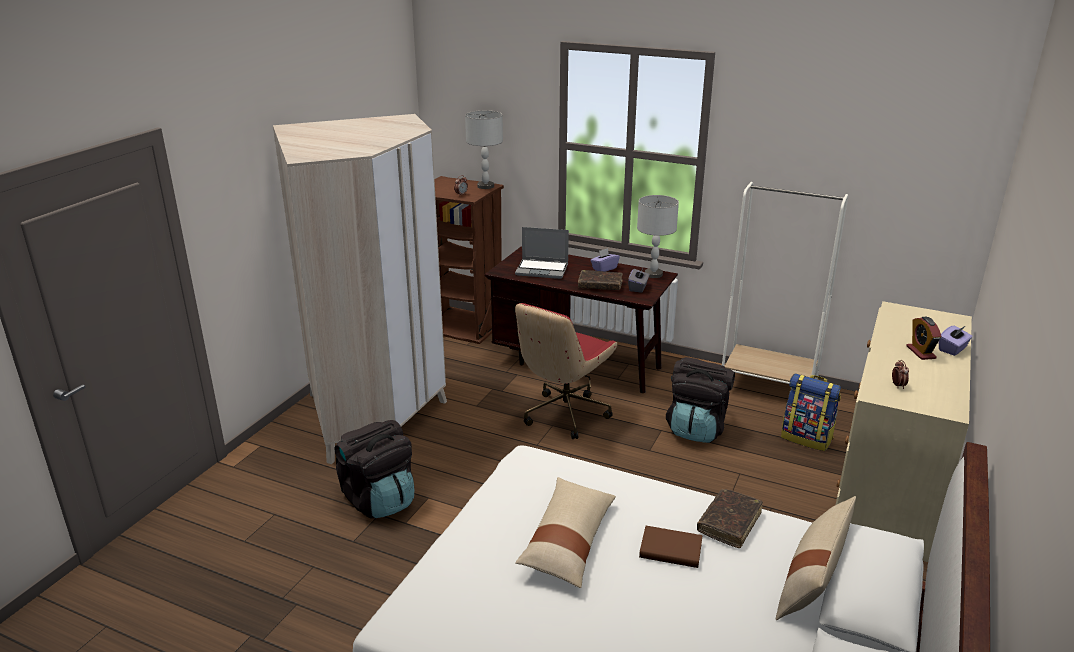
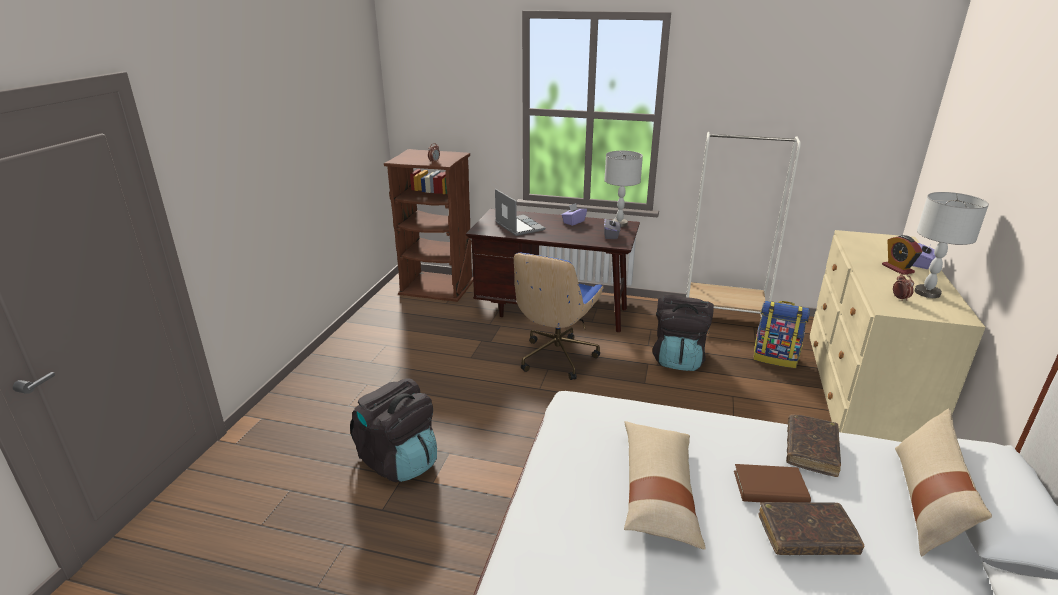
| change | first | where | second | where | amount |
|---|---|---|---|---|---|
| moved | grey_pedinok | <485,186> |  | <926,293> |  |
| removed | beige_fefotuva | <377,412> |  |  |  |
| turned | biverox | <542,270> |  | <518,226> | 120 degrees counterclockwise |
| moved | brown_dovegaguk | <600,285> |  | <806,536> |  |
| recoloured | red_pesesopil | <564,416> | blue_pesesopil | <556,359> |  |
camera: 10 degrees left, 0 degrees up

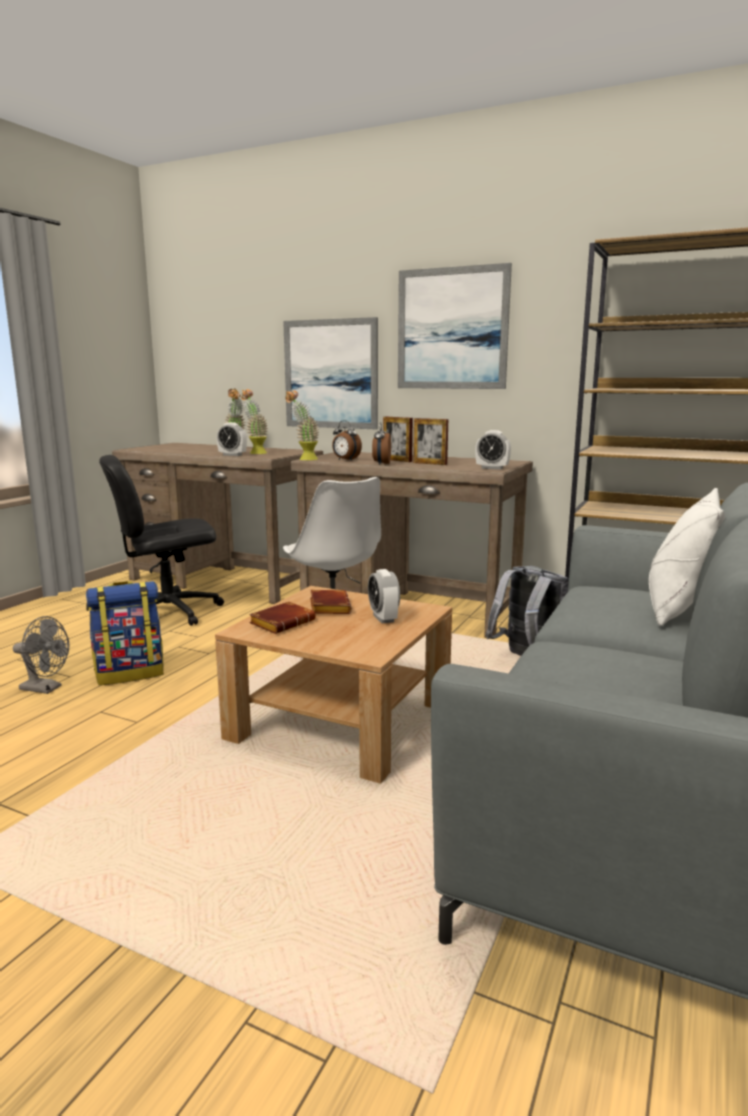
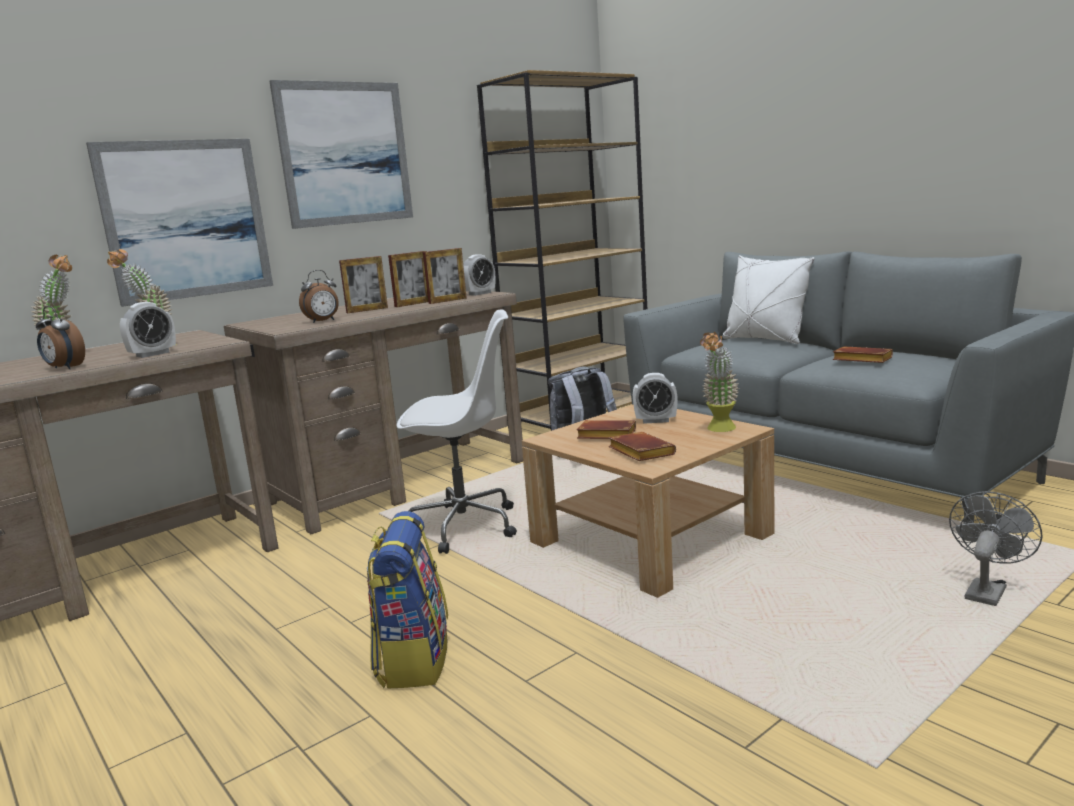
| change | first | where | second | where | amount |
|---|---|---|---|---|---|
| moved | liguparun | <303,459> |  | <719,430> |  |
| moved | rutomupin | <381,463> |  | <64,368> |  |
| removed | black_pesesopil | <168,611> |  |  |  |
| moved | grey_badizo | <46,688> |  | <986,590> |  |
| added |  |  | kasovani | <447,301> |  |
| added |  |  | brown_dovegaguk | <860,360> |  |
camera: 65 degrees left, 0 degrees up

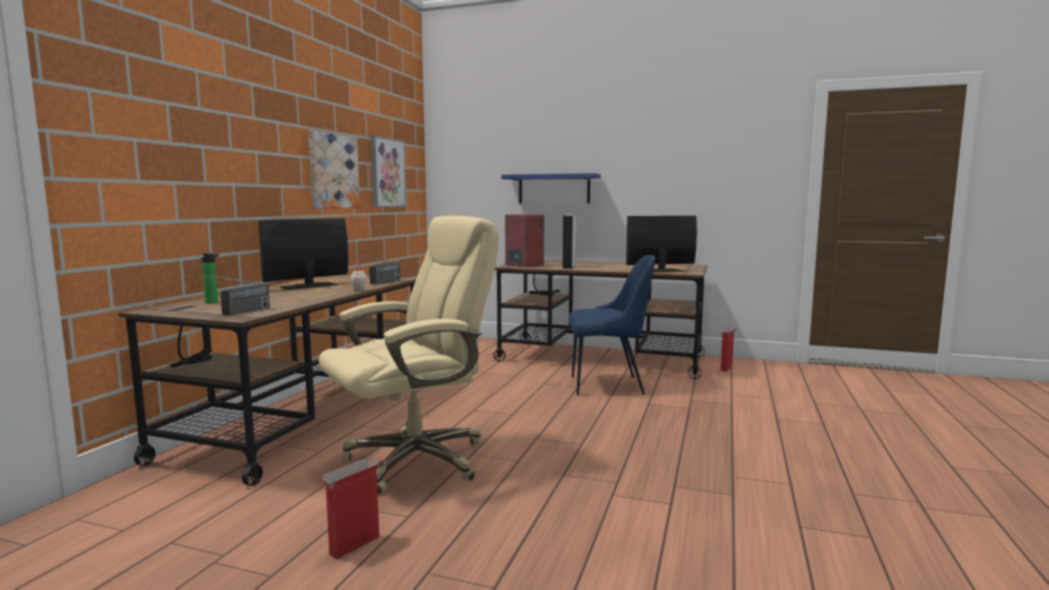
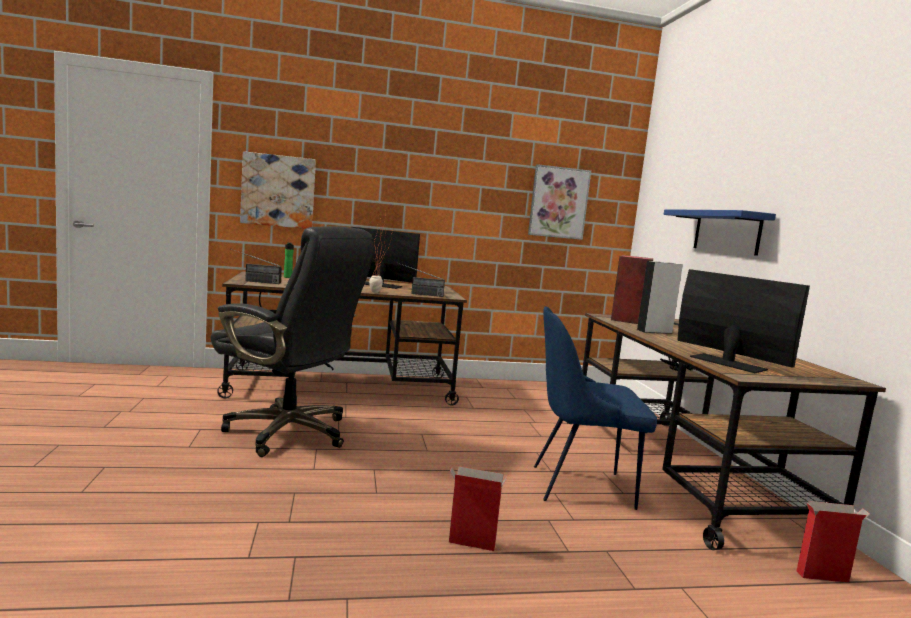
| change | first | where | second | where | amount |
|---|---|---|---|---|---|
| moved | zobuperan | <333,171> |  | <278,191> |  |
| recoloured | beige_pesesopil | <413,462> | black_pesesopil | <285,431> |  |
| turned | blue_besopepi | <607,385> |  | <581,487> | 120 degrees clockwise |
| moved | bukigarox | <354,546> |  | <470,543> |  |
camera: 60 degrees right, 0 degrees up

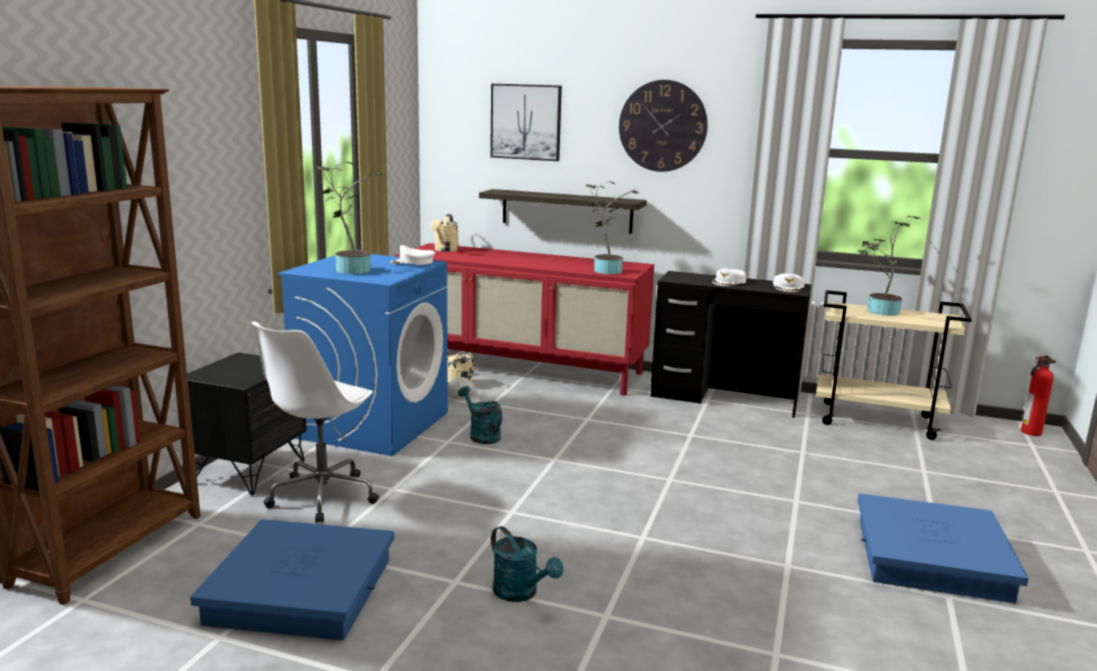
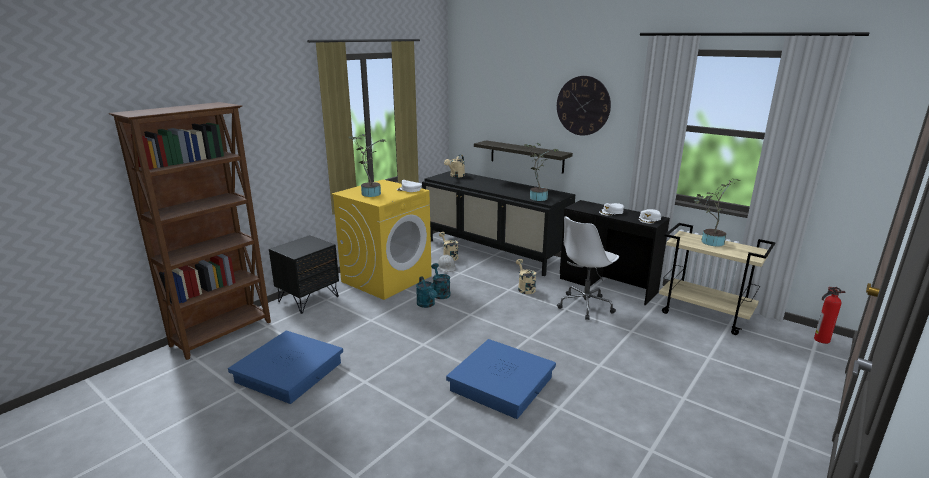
| change | first | where | second | where | amount |
|---|---|---|---|---|---|
| removed | zobuperan | <526,122> |  |  |  |
| recoloured | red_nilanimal | <520,369> | black_nilanimal | <493,251> |  |
| recoloured | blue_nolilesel | <372,424> | yellow_nolilesel | <387,278> |  |
| moved | white_pesesopil | <321,498> |  | <584,307> |  |
| moved | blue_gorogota | <931,559> |  | <501,384> |  |
| moved | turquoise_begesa | <521,593> |  | <427,305> |  |
| added |  |  | beige_begesa | <525,288> |  |
camera: 20 degrees right, 5 degrees up

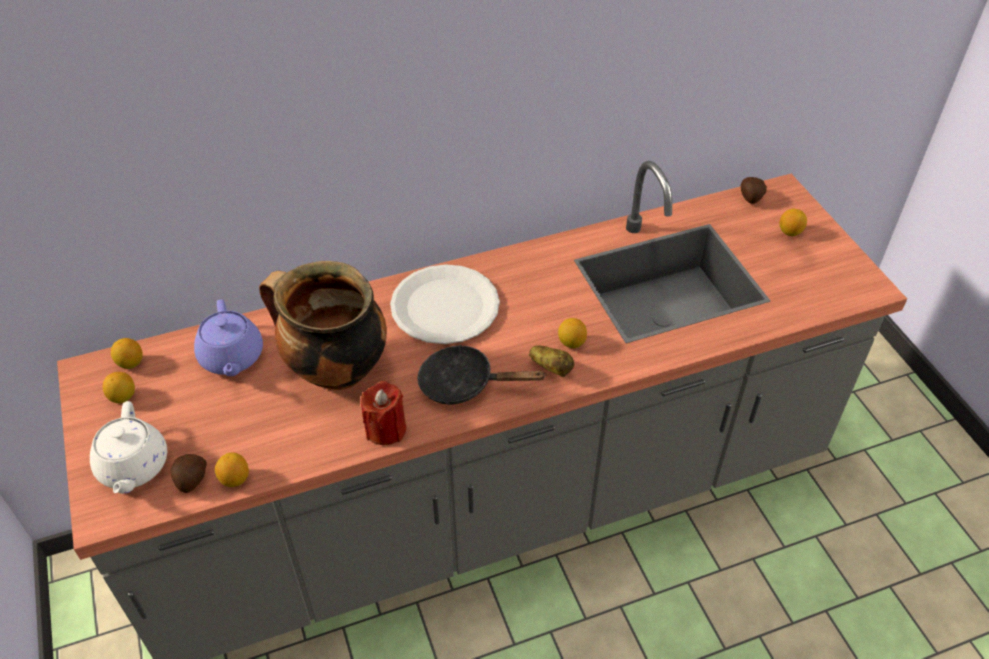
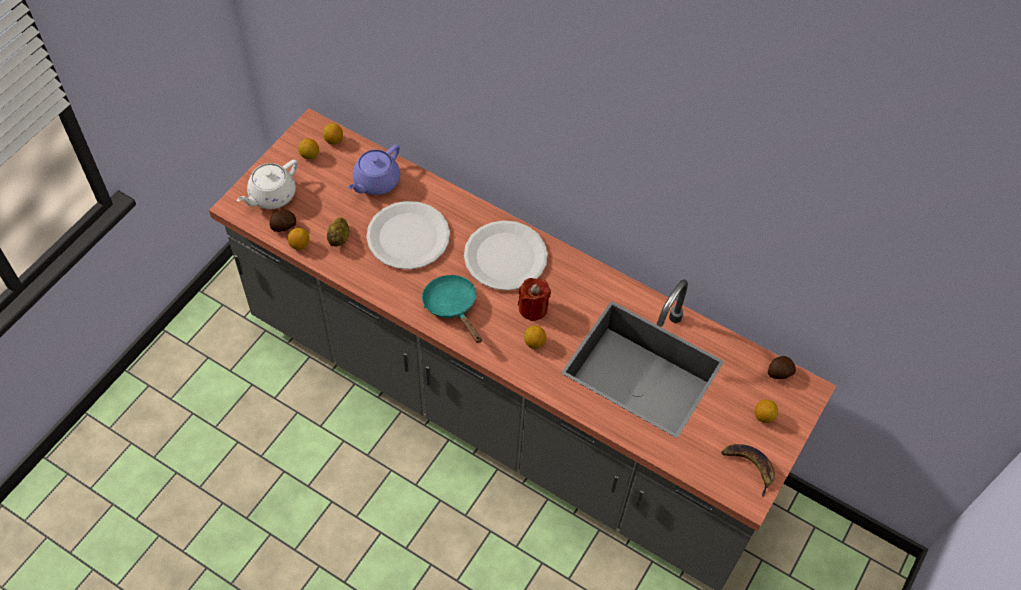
| change | first | where | second | where | amount |
|---|---|---|---|---|---|
| replaced | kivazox | <334,371> | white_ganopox | <408,236> |  |
| recoloured | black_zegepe | <464,384> | turquoise_zegepe | <452,306> |  |
| moved | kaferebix | <551,368> |  | <339,238> |  |
| moved | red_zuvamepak | <385,429> |  | <533,308> |  |
| added |  |  | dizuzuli | <749,467> |  |
camera: 50 degrees right, 10 degrees up

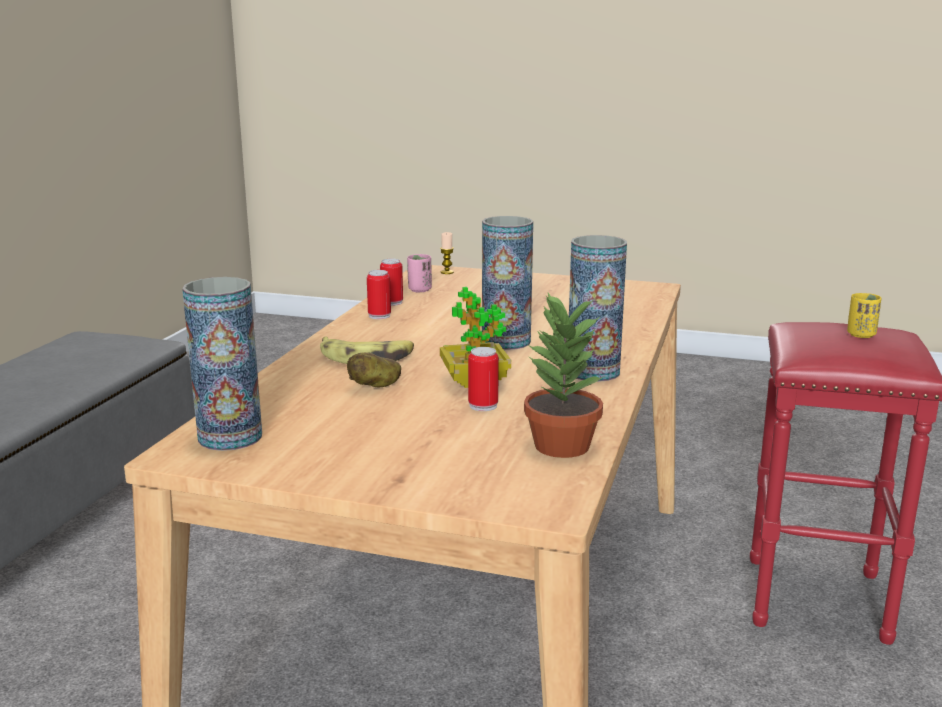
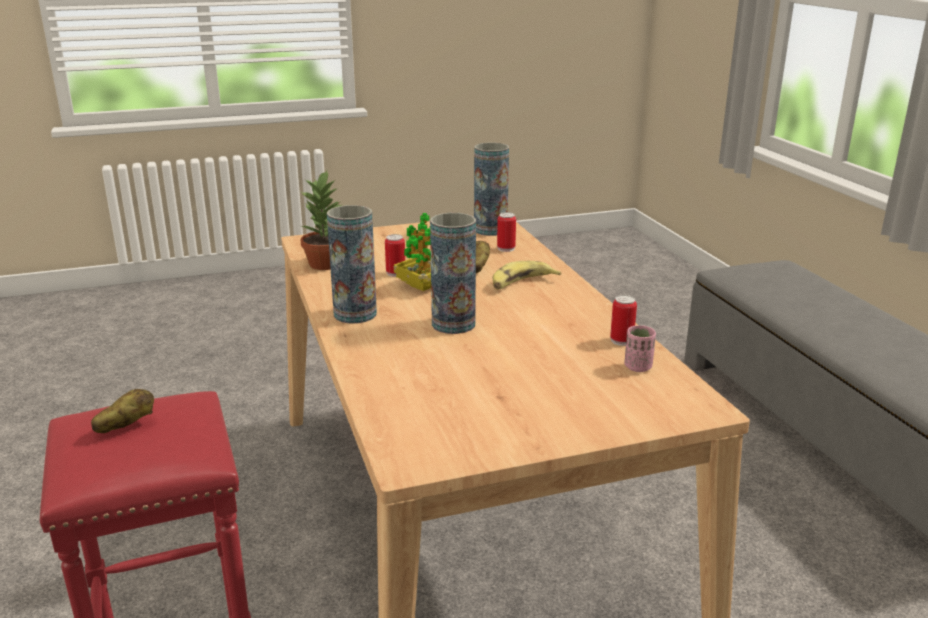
| change | first | where | second | where | amount |
|---|---|---|---|---|---|
| removed | zuvamepak | <447,272> |  |  |  |
| moved | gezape | <379,316> |  | <506,248> |  |
| replaced | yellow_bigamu | <861,335> | kaferebix | <126,426> |  |
camera: 145 degrees right, 5 degrees up

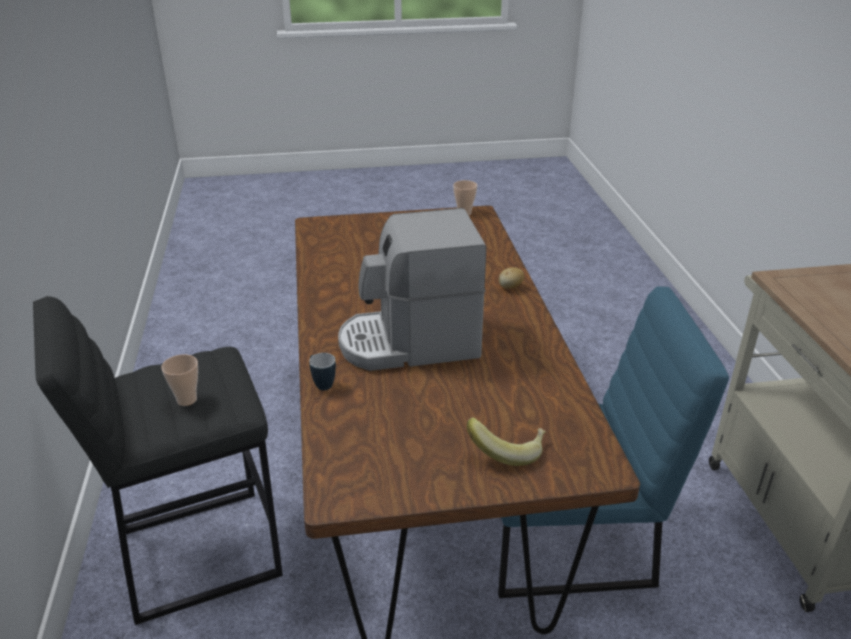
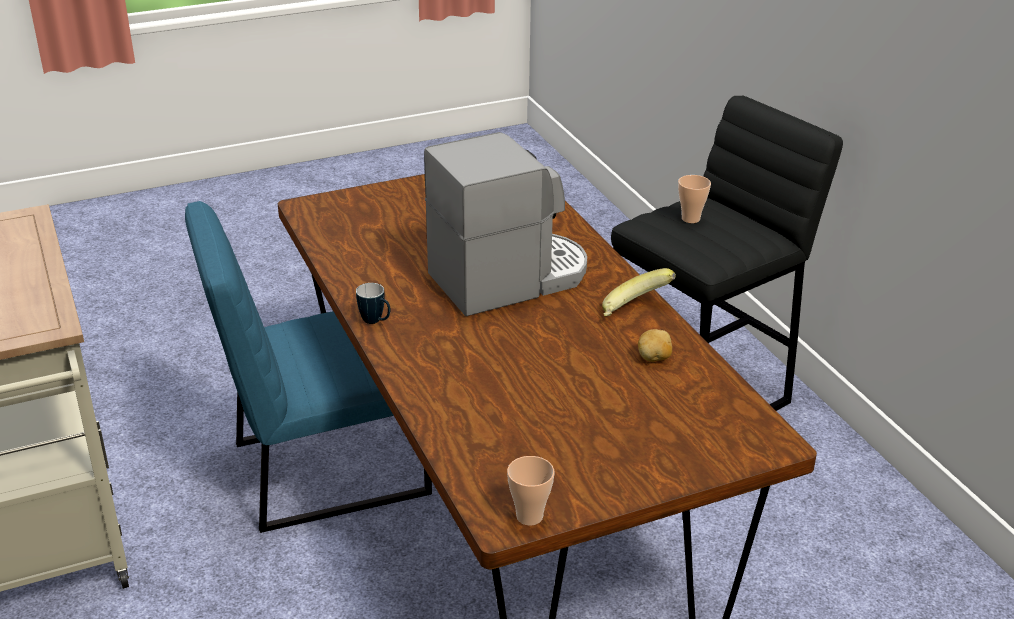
| change | first | where | second | where | amount |
|---|---|---|---|---|---|
| moved | kaferebix | <510,287> |  | <654,358> |  |
| moved | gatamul | <321,384> |  | <376,322> |  |
| moved | dizuzuli | <507,451> |  | <635,312> |  |
camera: 165 degrees right, 0 degrees up

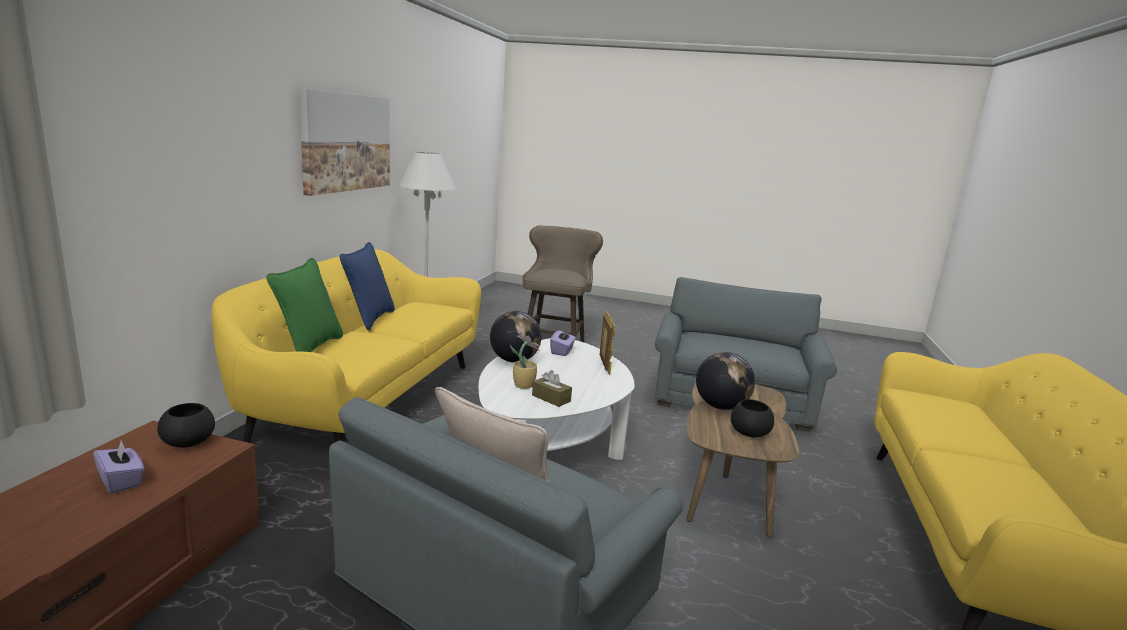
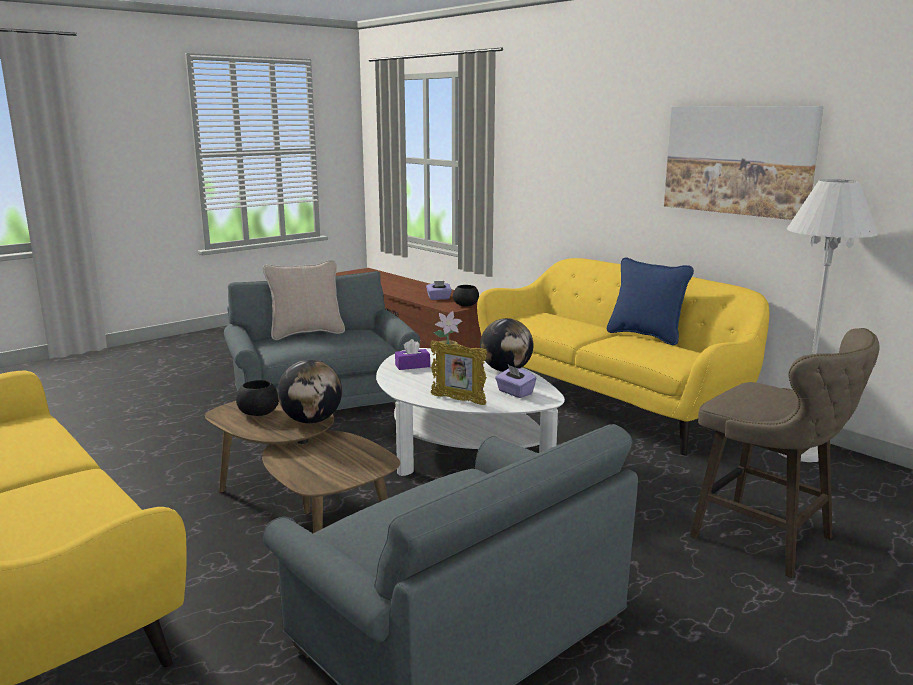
| change | first | where | second | where | amount |
|---|---|---|---|---|---|
| removed | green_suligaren | <309,347> |  |  |  |
| recoloured | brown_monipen | <551,398> | purple_monipen | <412,366> |  |
camera: 125 degrees right, 0 degrees up

